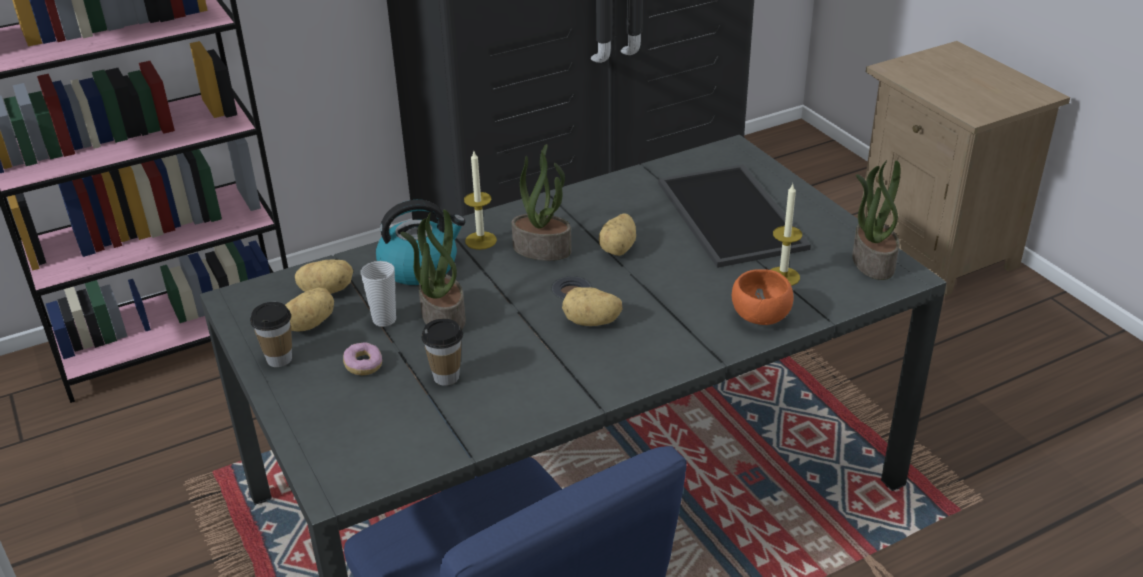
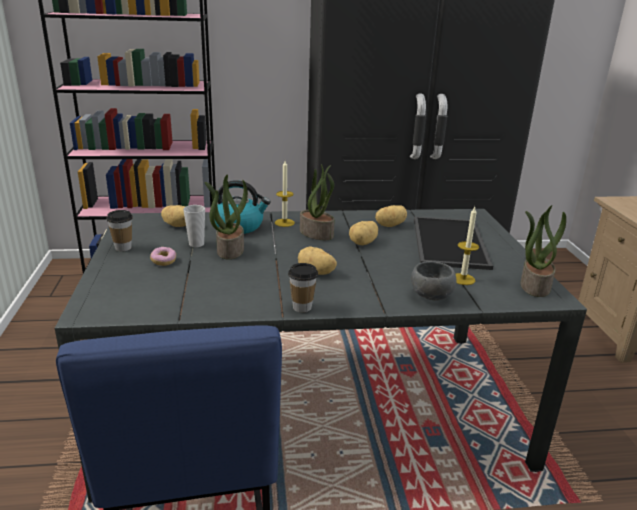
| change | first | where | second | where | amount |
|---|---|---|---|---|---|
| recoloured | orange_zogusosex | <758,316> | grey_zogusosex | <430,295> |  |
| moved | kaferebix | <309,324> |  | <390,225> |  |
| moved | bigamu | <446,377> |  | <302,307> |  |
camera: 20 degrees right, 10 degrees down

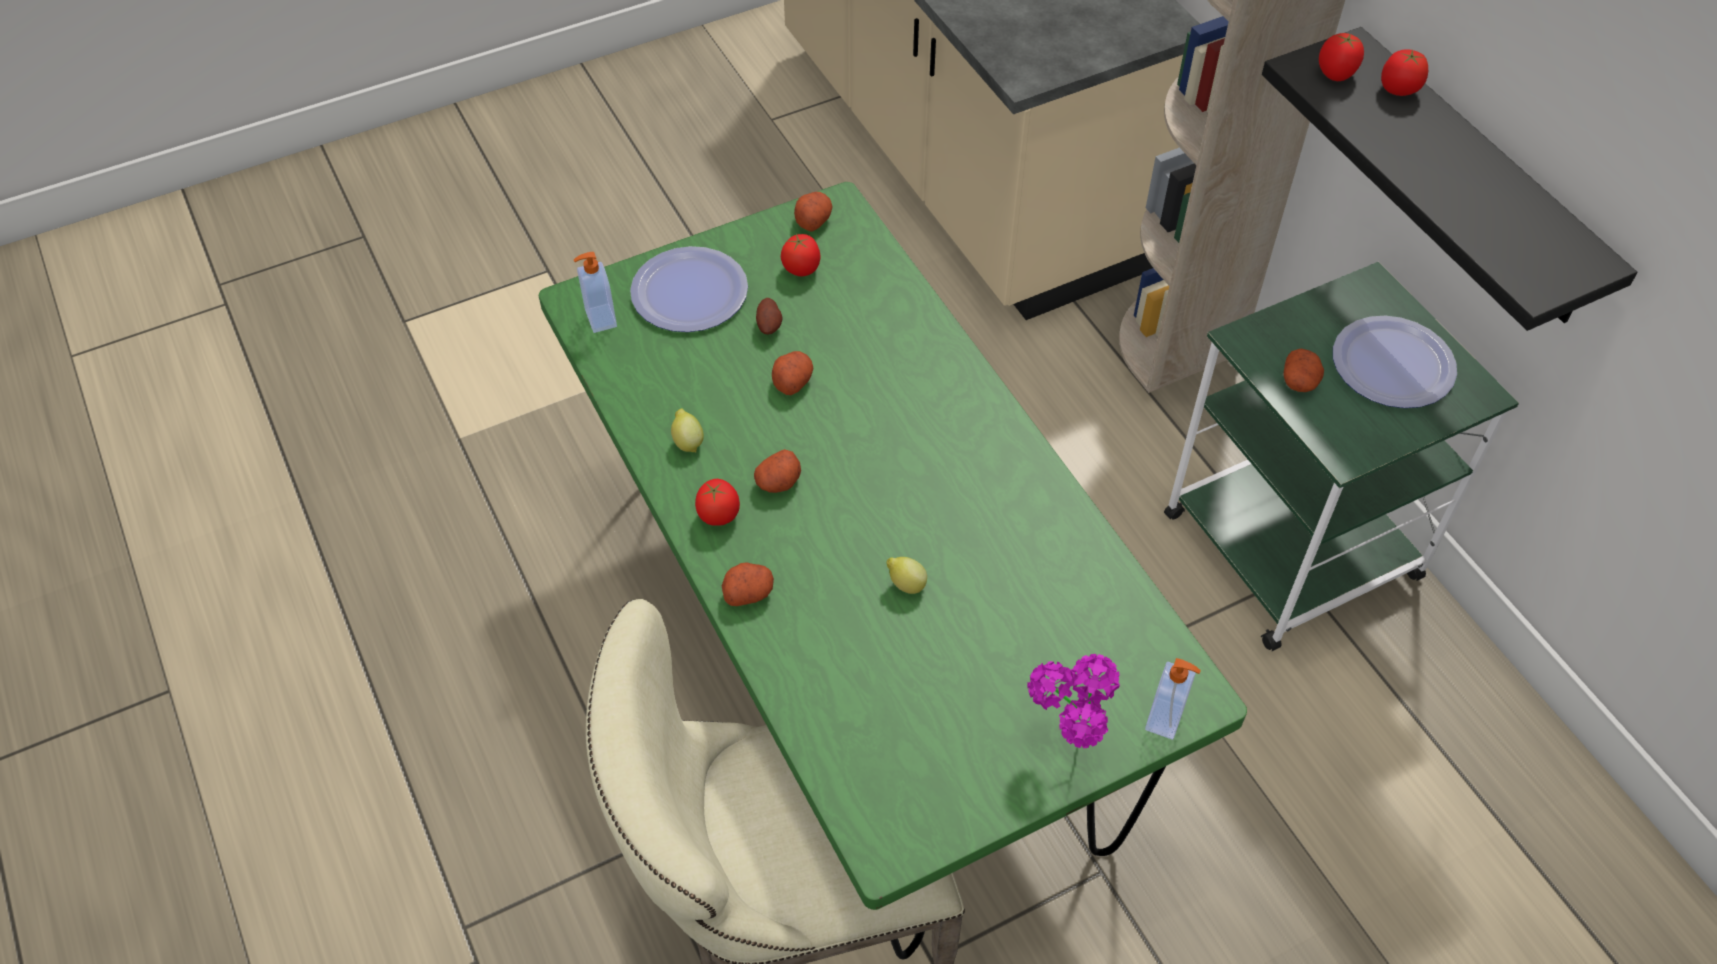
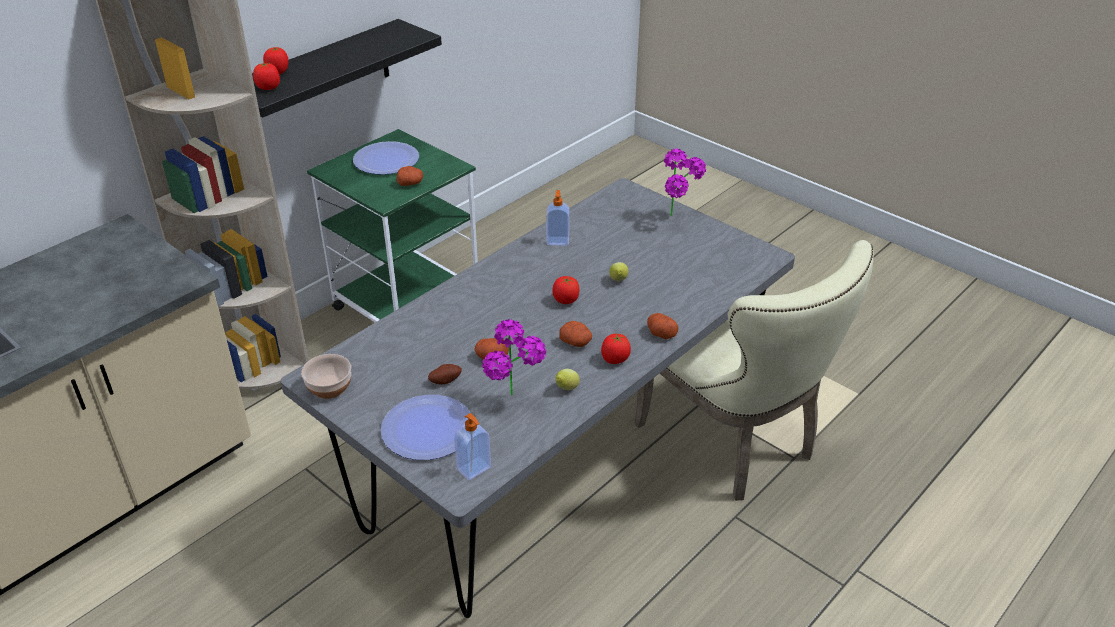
| change | first | where | second | where | amount |
|---|---|---|---|---|---|
| recoloured | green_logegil | <854,652> | grey_logegil | <558,460> |  |
| replaced | kaferebix | <813,220> | zogusosex | <329,387> |  |
| moved | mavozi | <801,268> |  | <565,300> |  |
| moved | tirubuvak | <1166,719> |  | <557,240> |  |
| added |  |  | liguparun | <516,402> |  |
camera: 110 degrees left, 15 degrees down

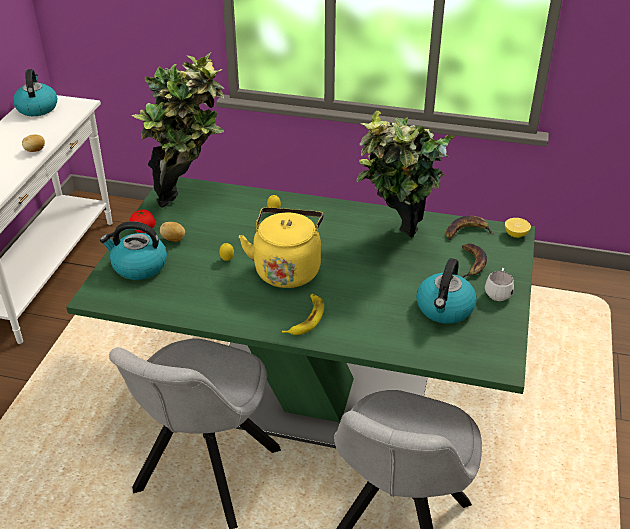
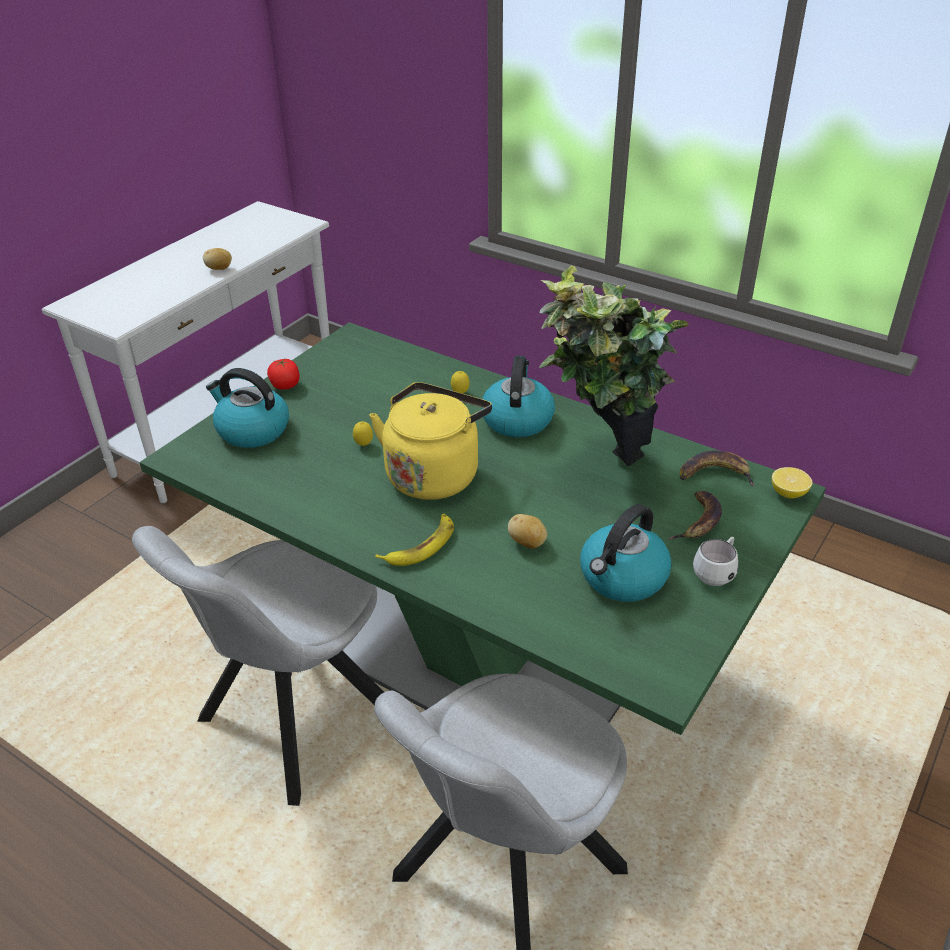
| change | first | where | second | where | amount |
|---|---|---|---|---|---|
| removed | liguparun | <189,195> |  |  |  |
| moved | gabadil | <37,108> |  | <517,419> |  |
| moved | kaferebix | <174,239> |  | <527,543> |  |
camera: 20 degrees right, 0 degrees up

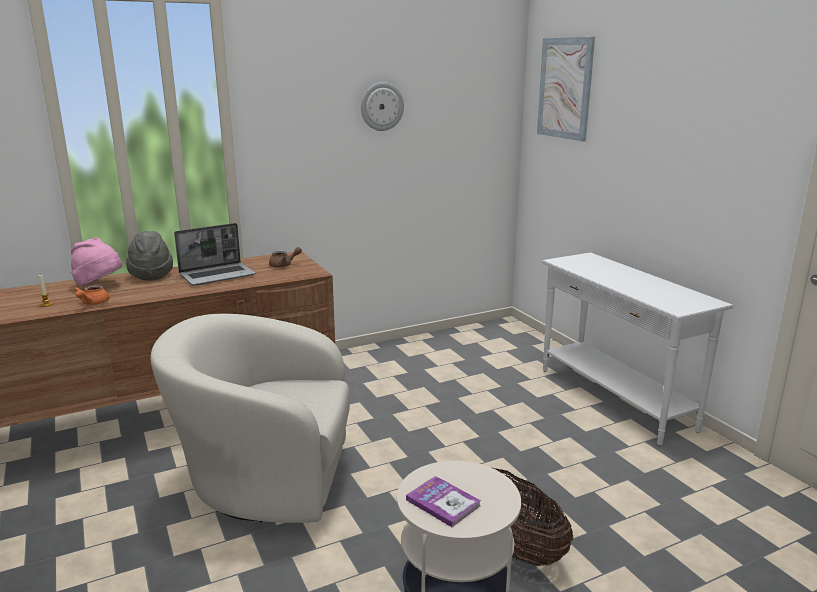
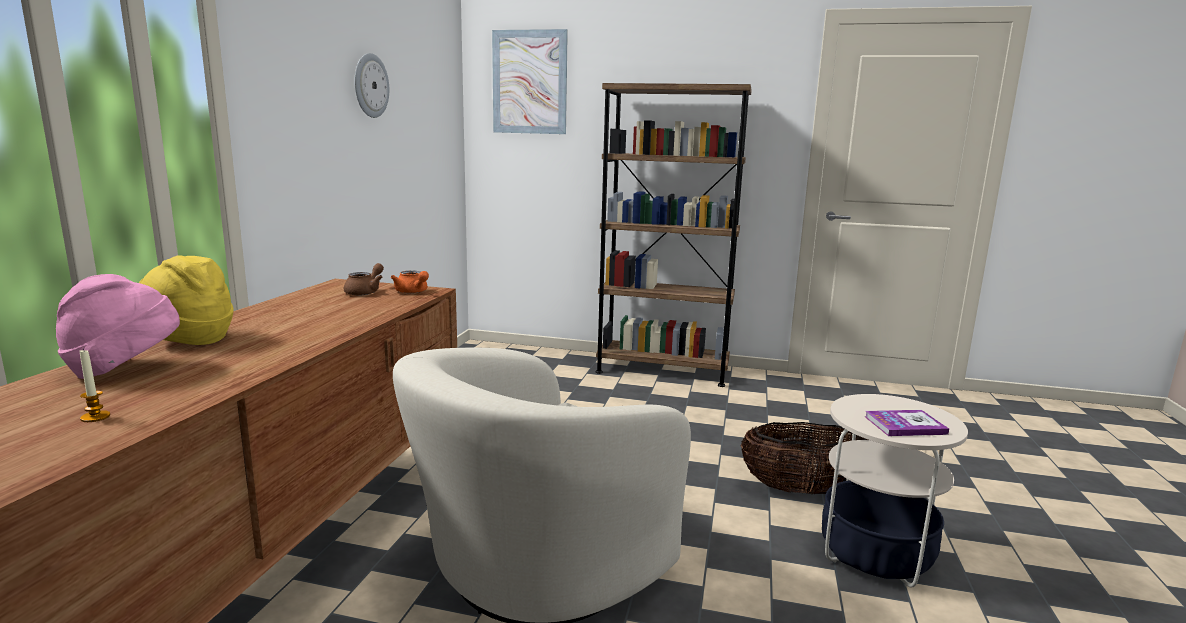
| change | first | where | second | where | amount |
|---|---|---|---|---|---|
| removed | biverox | <218,275> |  |  |  |
| recoloured | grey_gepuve | <151,275> | yellow_gepuve | <189,339> |  |
| replaced | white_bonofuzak | <616,399> | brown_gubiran | <662,370> |  |
| moved | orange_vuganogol | <92,303> |  | <412,292> |  |
camera: 50 degrees left, 5 degrees down

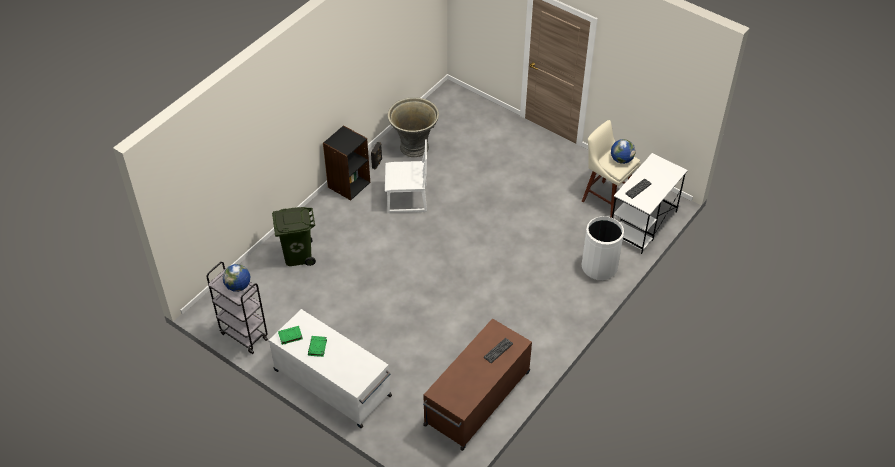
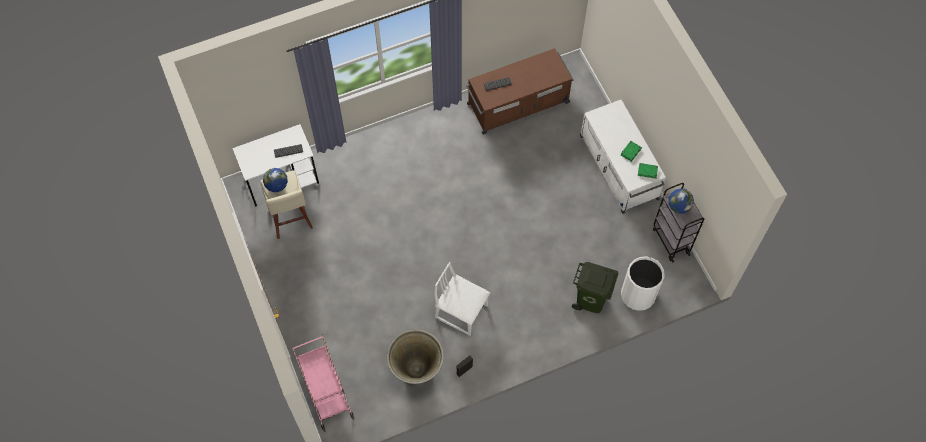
| change | first | where | second | where | amount |
|---|---|---|---|---|---|
| removed | black_gubiran | <348,184> |  |  |  |
| moved | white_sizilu | <599,267> |  | <638,295> |  |
| added |  |  | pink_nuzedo | <327,394> |  |
camera: 150 degrees left, 15 degrees up

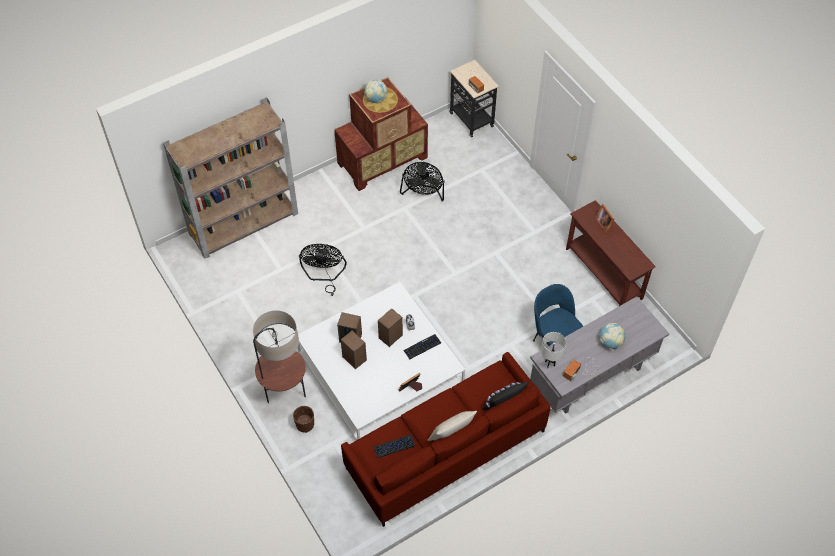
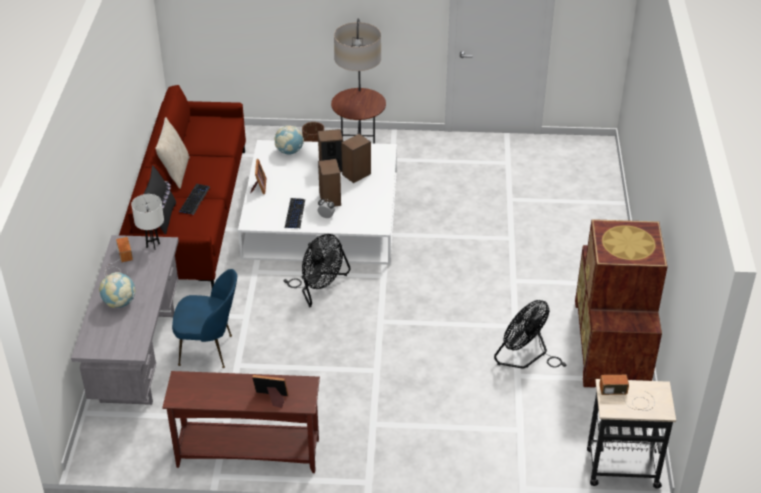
| change | first | where | second | where | amount |
|---|---|---|---|---|---|
| moved | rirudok | <376,99> |  | <289,151> |  |
| removed | brown_gubiran | <244,223> |  |  |  |
| moved | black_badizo | <324,275> |  | <317,287> |  |
| moved | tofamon | <394,446> |  | <194,200> |  |
camera: 125 degrees right, 15 degrees down

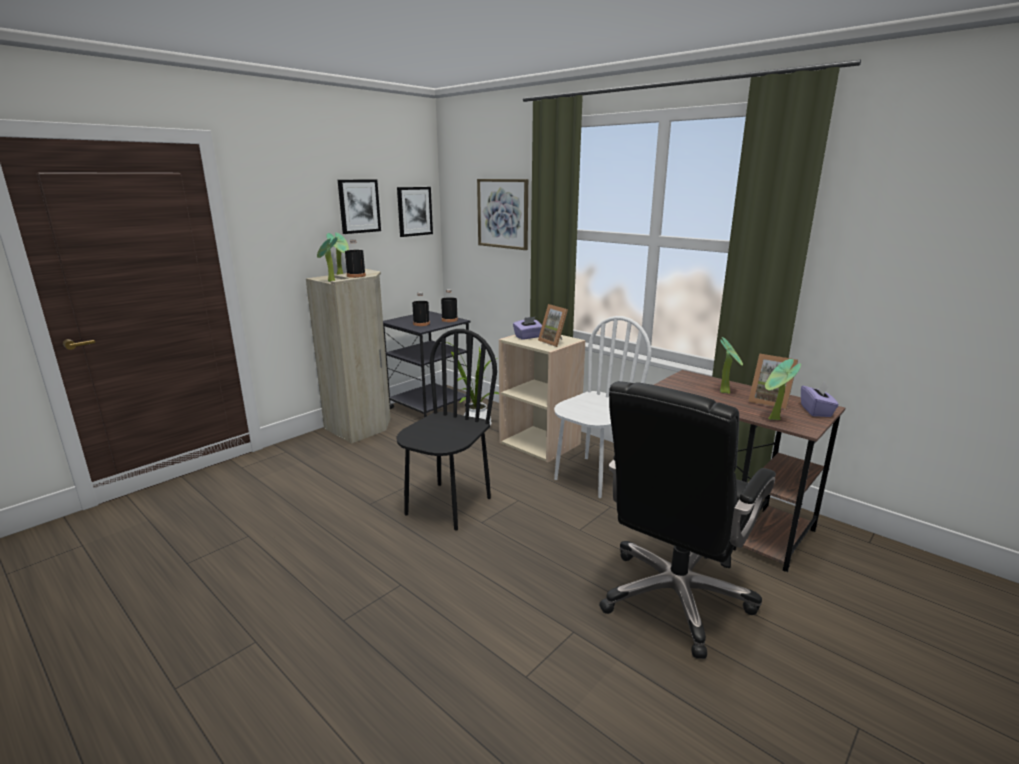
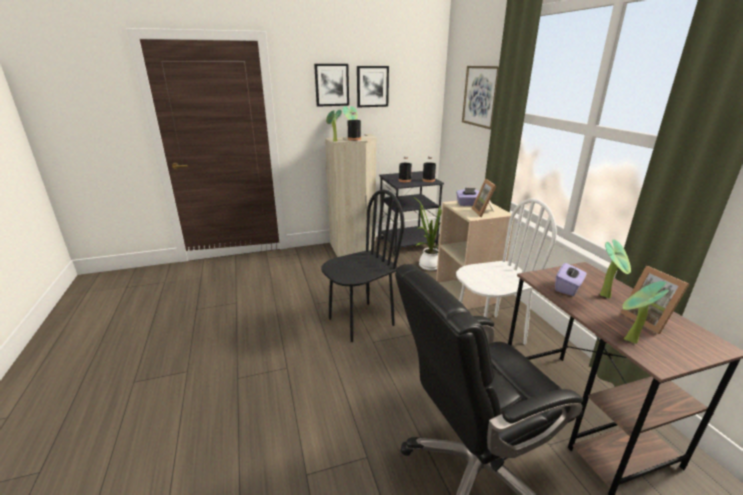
| change | first | where | second | where | amount |
|---|---|---|---|---|---|
| moved | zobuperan | <414,211> |  | <331,85> |  |
| moved | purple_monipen | <816,411> |  | <568,288> |  |
camera: 30 degrees right, 5 degrees up

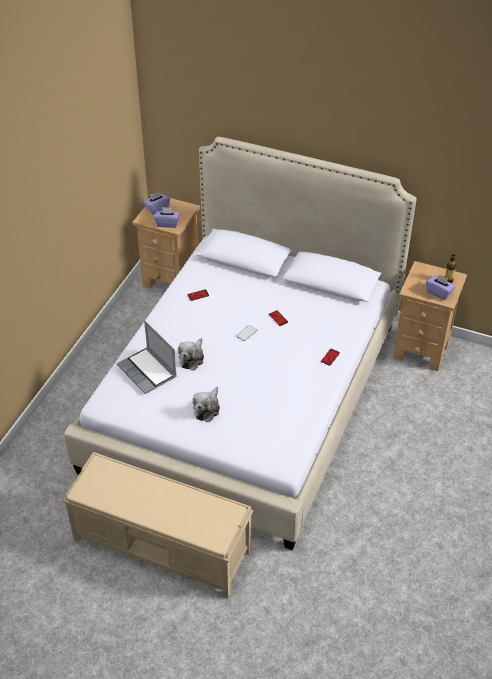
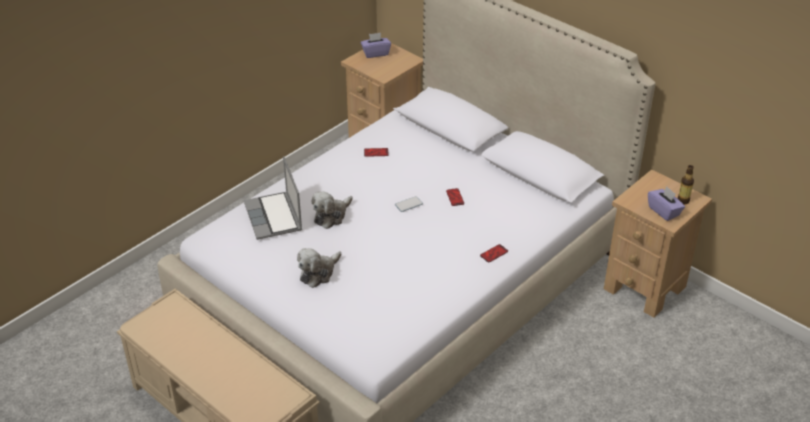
| change | first | where | second | where | amount |
|---|---|---|---|---|---|
| removed | purple_monipen | <167,223> |  |  |  |
camera: 20 degrees right, 5 degrees down

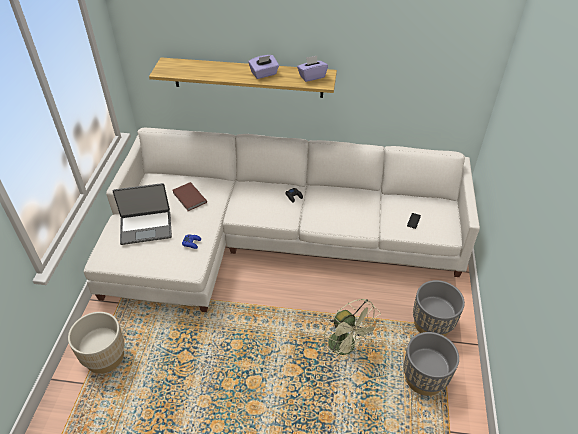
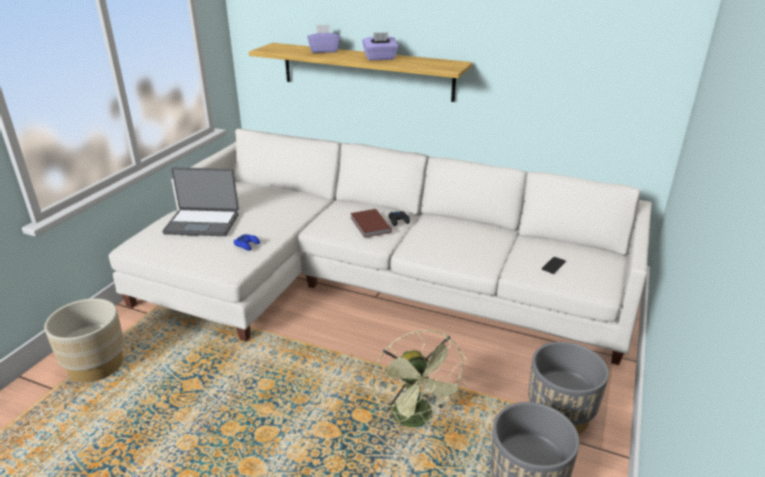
| change | first | where | second | where | amount |
|---|---|---|---|---|---|
| moved | purple_monipen | <312,76> |  | <324,51> |  |
| moved | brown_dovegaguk | <189,198> |  | <369,225> |  |
camera: 15 degrees right, 15 degrees down

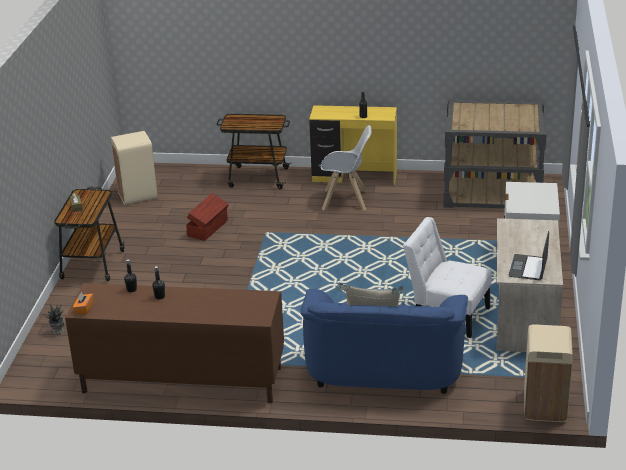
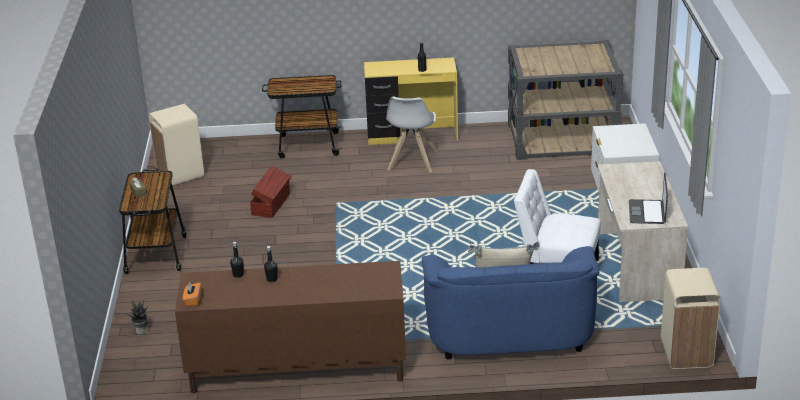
| change | first | where | second | where | amount |
|---|---|---|---|---|---|
| turned | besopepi | <347,200> |  | <412,161> | 105 degrees clockwise |
camera: 10 degrees left, 0 degrees up

